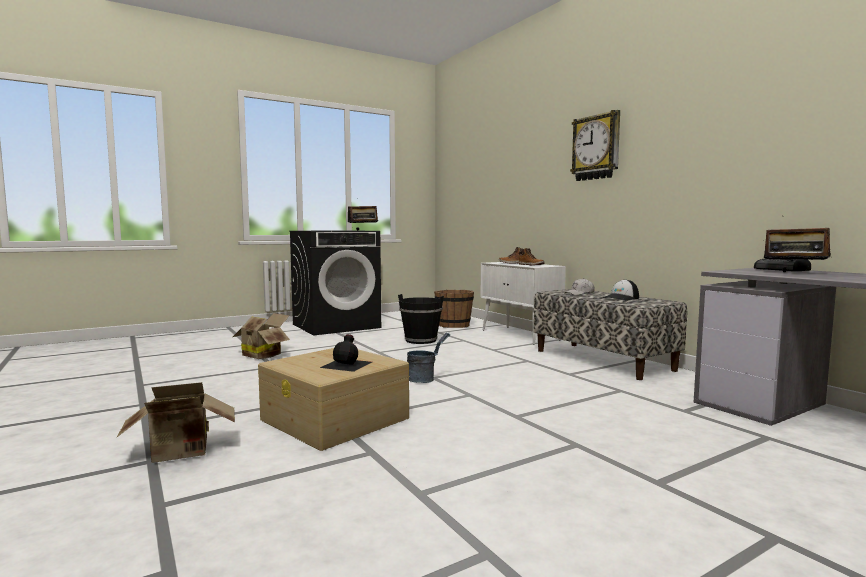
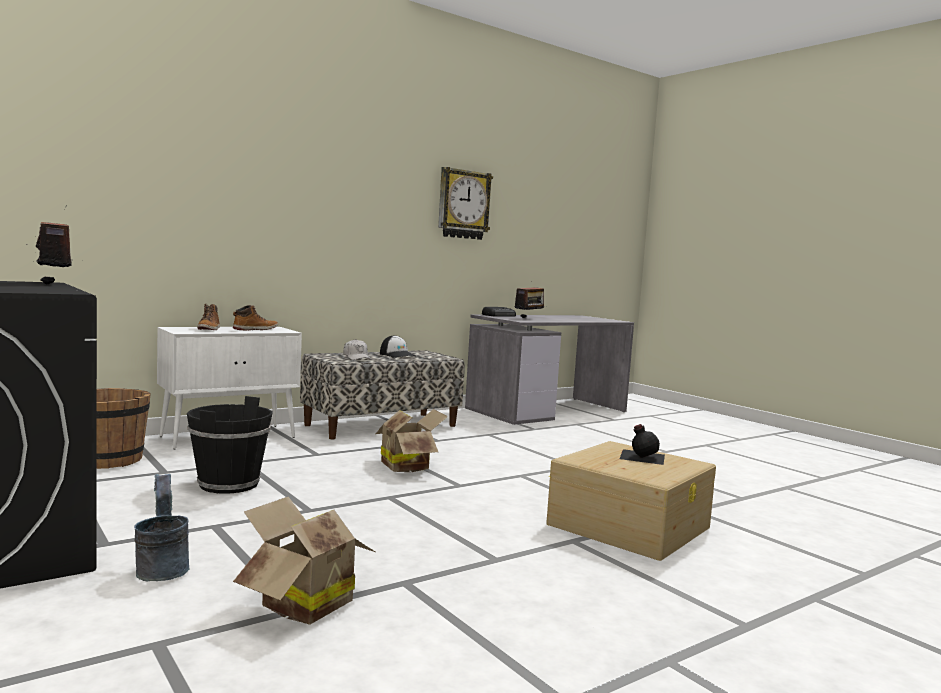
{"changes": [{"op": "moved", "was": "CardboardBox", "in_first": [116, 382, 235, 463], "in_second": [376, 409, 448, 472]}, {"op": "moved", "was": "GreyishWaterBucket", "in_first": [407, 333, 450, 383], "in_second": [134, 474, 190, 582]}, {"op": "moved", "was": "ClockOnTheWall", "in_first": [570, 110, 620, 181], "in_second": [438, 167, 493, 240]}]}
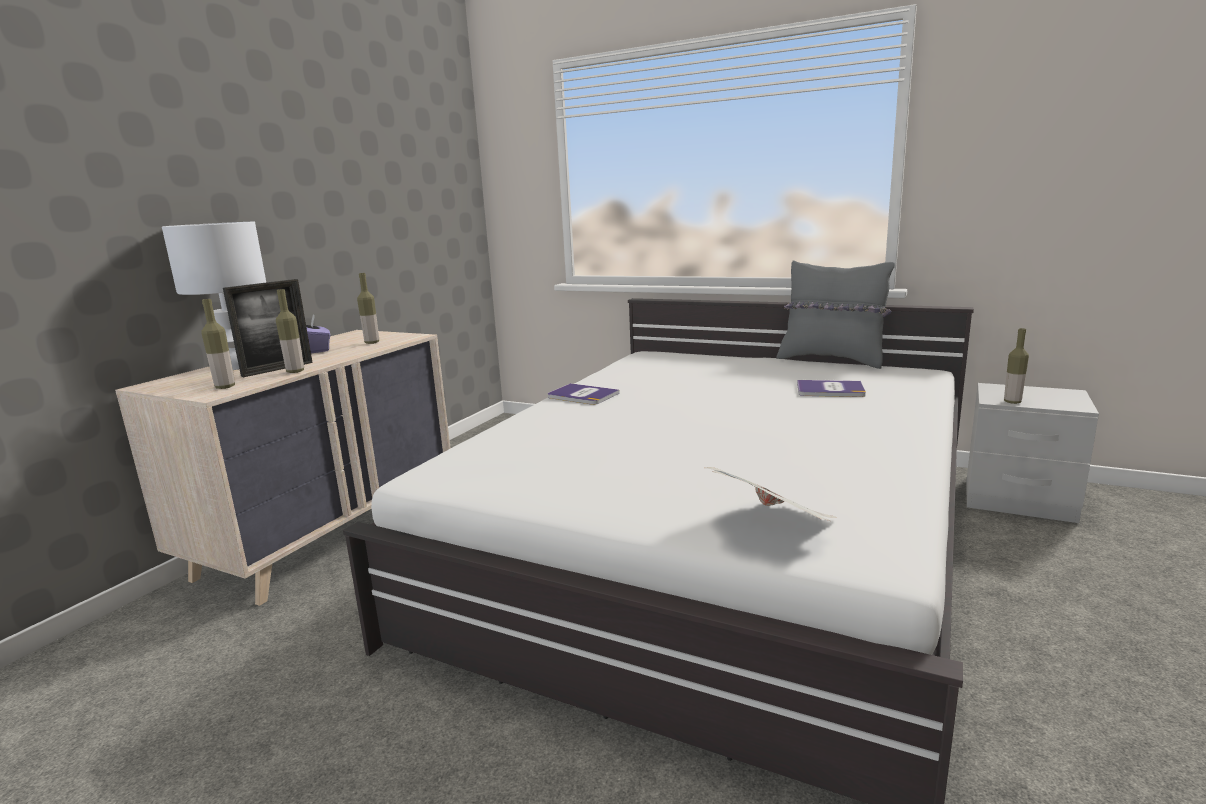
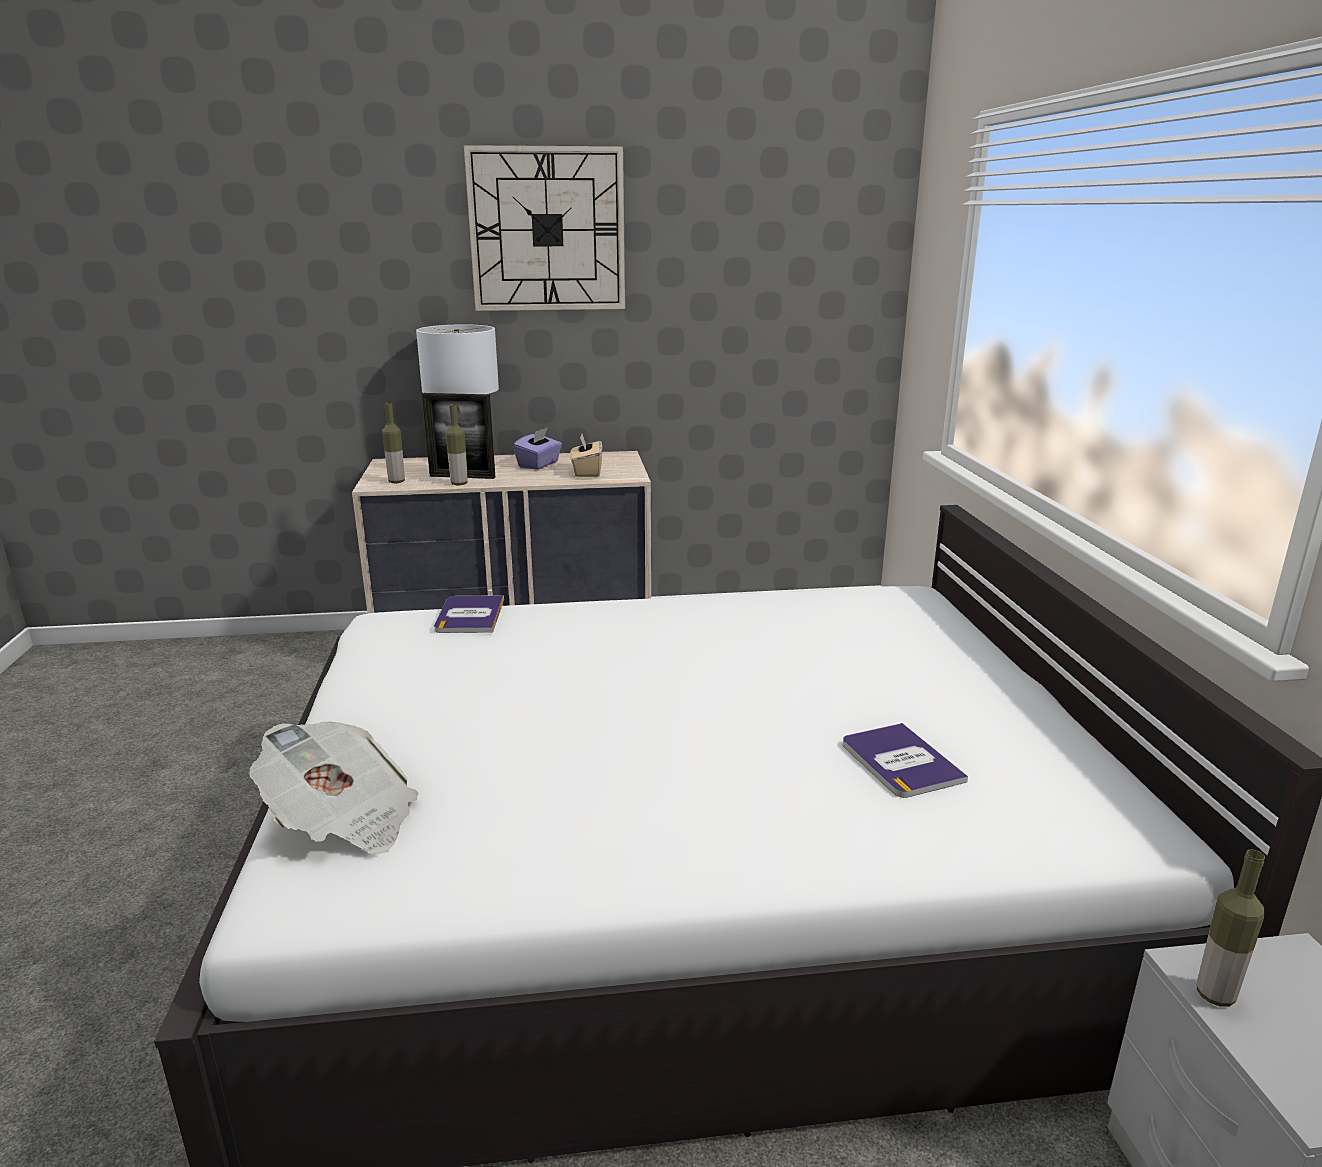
{"changes": [{"op": "removed", "was": "GreyishThrowPillow", "in_first": [777, 260, 895, 369]}, {"op": "added", "now": "ClockOnTheWall", "in_second": [464, 145, 625, 311]}, {"op": "moved", "was": "Volume", "in_first": [548, 383, 620, 405], "in_second": [434, 595, 504, 633]}, {"op": "replaced", "was": "DrinkBottle", "now": "BeigeBoxOfTissues", "in_first": [357, 273, 379, 344], "in_second": [570, 434, 602, 477]}]}
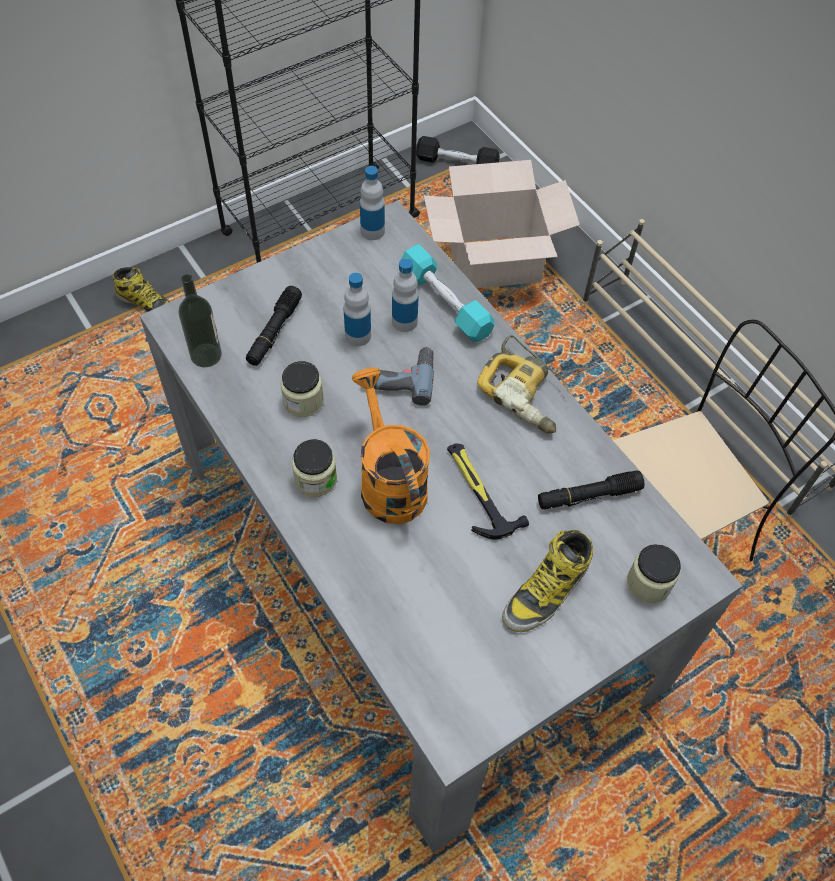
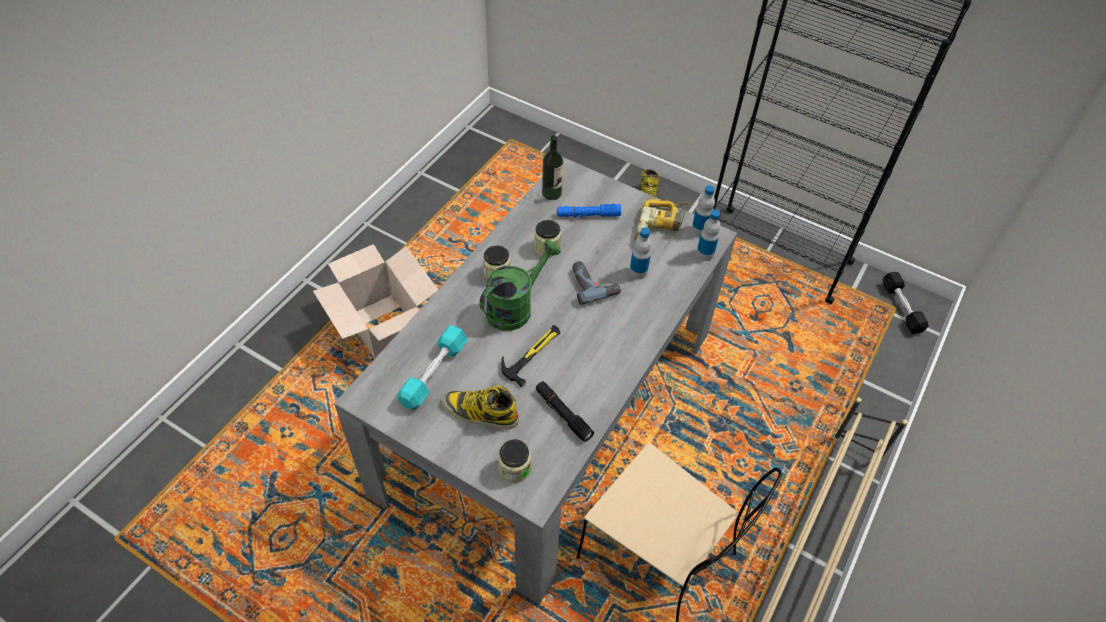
{"changes": [{"op": "moved", "was": "DrinkBottle", "in_first": [343, 273, 371, 346], "in_second": [696, 210, 721, 261]}, {"op": "moved", "was": "BlueGreenFreeWeight", "in_first": [402, 244, 495, 342], "in_second": [397, 325, 468, 410]}, {"op": "moved", "was": "CardboardBox", "in_first": [424, 160, 580, 288], "in_second": [313, 244, 438, 359]}, {"op": "moved", "was": "ElectricDrill", "in_first": [477, 335, 571, 434], "in_second": [635, 199, 690, 241]}, {"op": "recoloured", "was": "BlackFlashlight", "now": "BlueFlashlight", "in_first": [246, 286, 302, 366], "in_second": [557, 204, 621, 218]}, {"op": "recoloured", "was": "OrangeColouredWateringPot", "now": "GreenishWateringPot", "in_first": [352, 367, 430, 524], "in_second": [479, 240, 561, 331]}]}
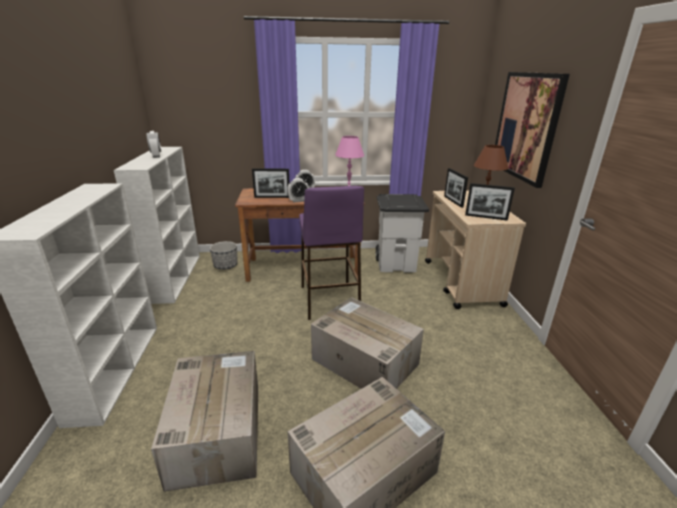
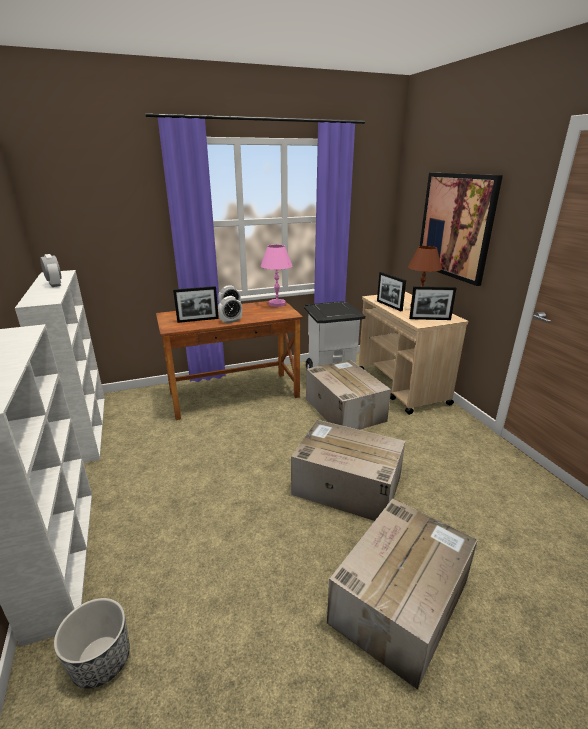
{"changes": [{"op": "removed", "was": "PurplishStool", "in_first": [299, 186, 364, 320]}, {"op": "moved", "was": "CardboardBox", "in_first": [151, 351, 258, 492], "in_second": [306, 360, 391, 430]}, {"op": "moved", "was": "PlantPot", "in_first": [210, 241, 238, 270], "in_second": [54, 598, 130, 689]}]}
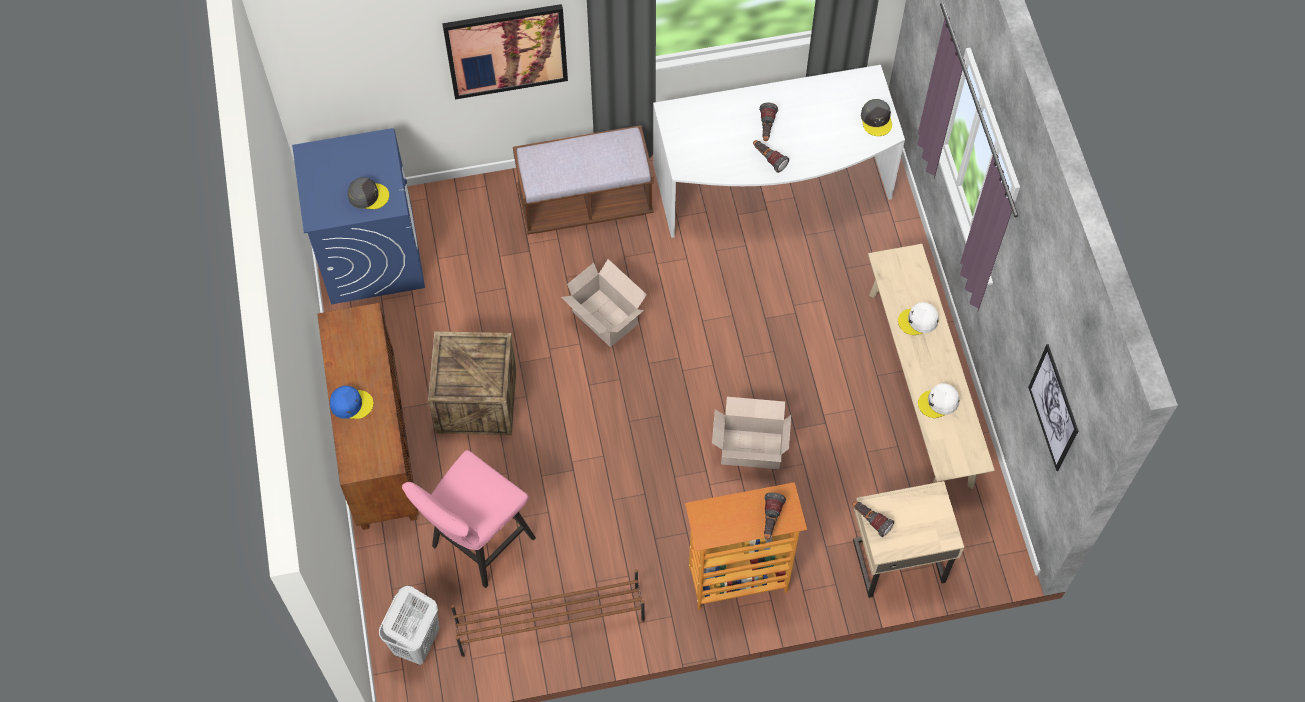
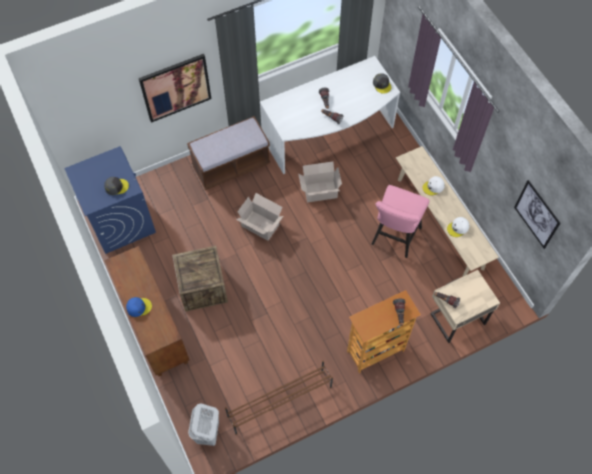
{"changes": [{"op": "moved", "was": "PinkishStool", "in_first": [402, 450, 536, 588], "in_second": [371, 185, 430, 258]}, {"op": "moved", "was": "CardboardBox", "in_first": [712, 397, 791, 469], "in_second": [298, 161, 342, 203]}]}
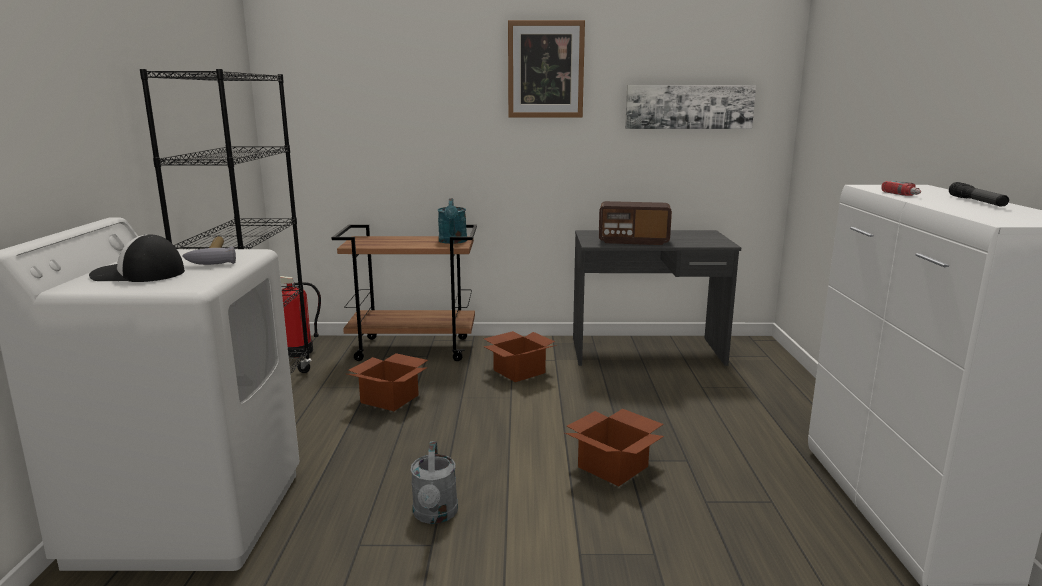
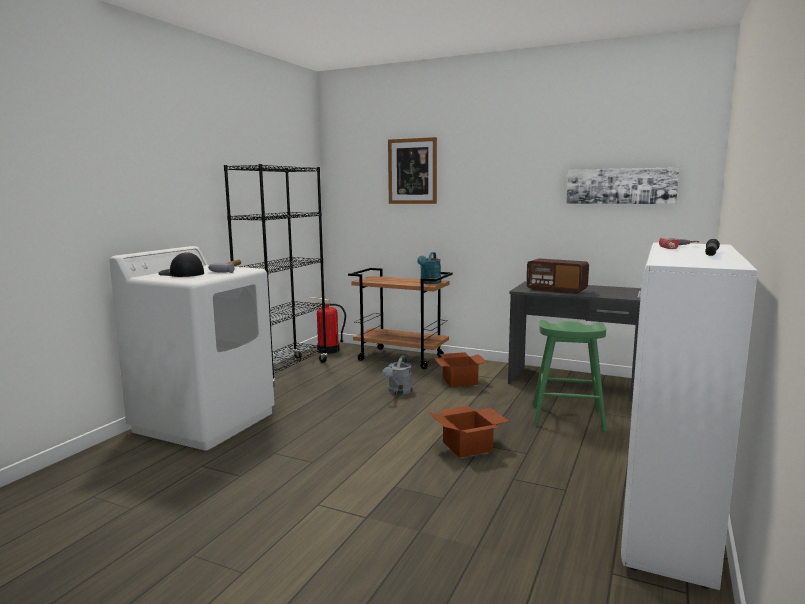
{"changes": [{"op": "removed", "was": "CardboardBox", "in_first": [347, 353, 428, 411]}, {"op": "added", "now": "GreenishStool", "in_second": [533, 320, 607, 431]}, {"op": "moved", "was": "GreyishWateringPot", "in_first": [410, 441, 458, 524], "in_second": [382, 355, 412, 395]}, {"op": "moved", "was": "WallArt", "in_first": [508, 20, 585, 117], "in_second": [388, 137, 437, 204]}]}
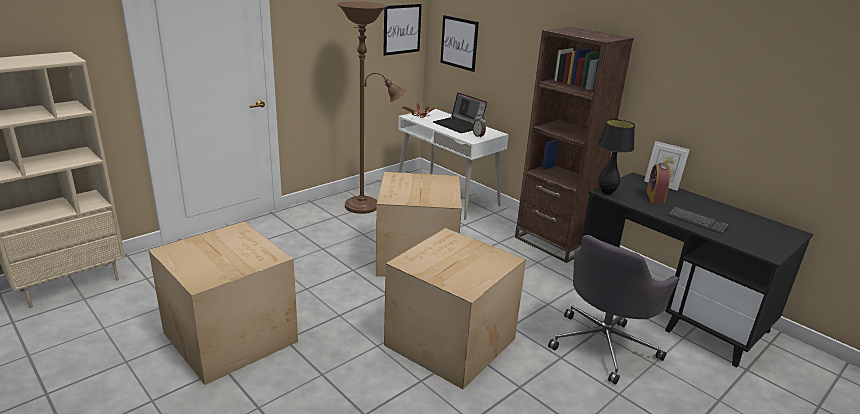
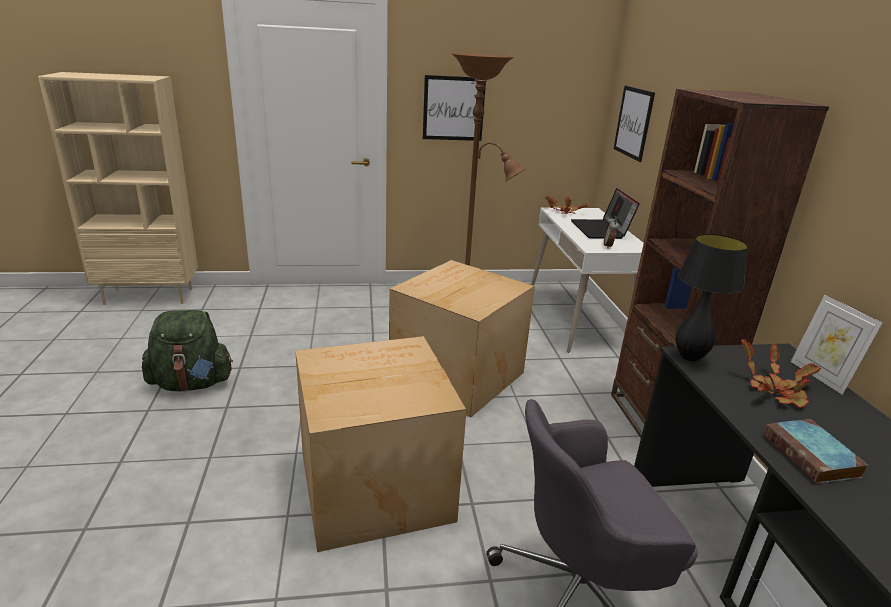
{"changes": [{"op": "moved", "was": "WallArt", "in_first": [383, 4, 422, 56], "in_second": [423, 75, 486, 141]}, {"op": "replaced", "was": "CardboardBox", "now": "GreenishRucksack", "in_first": [149, 221, 298, 385], "in_second": [142, 310, 233, 391]}, {"op": "replaced", "was": "BedsideClock", "now": "PlantInAPot", "in_first": [647, 163, 671, 204], "in_second": [741, 339, 821, 408]}, {"op": "replaced", "was": "PcKeyboard", "now": "Volume", "in_first": [667, 206, 730, 234], "in_second": [763, 419, 868, 484]}]}
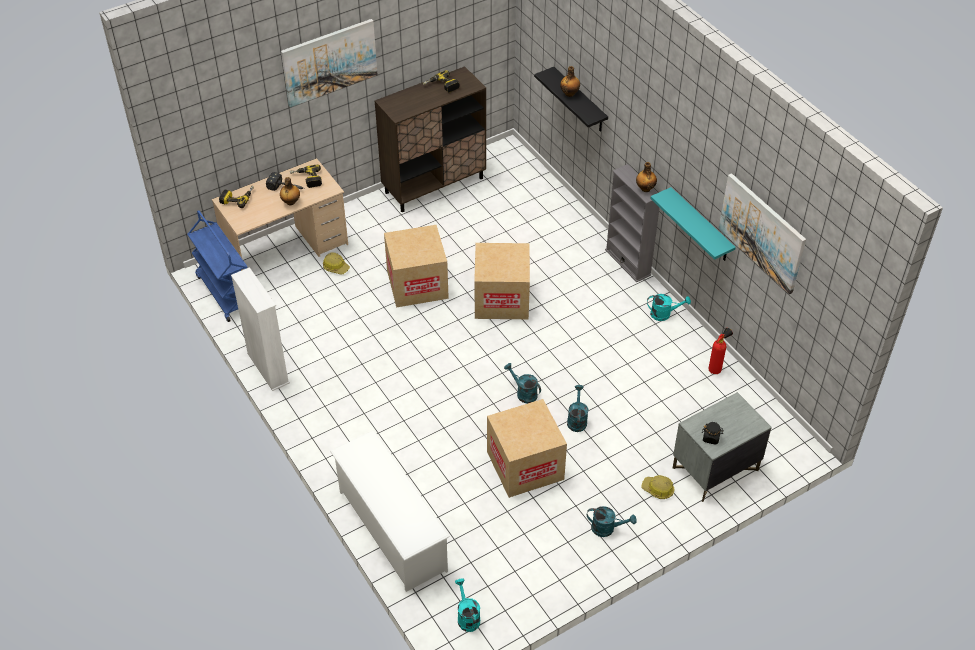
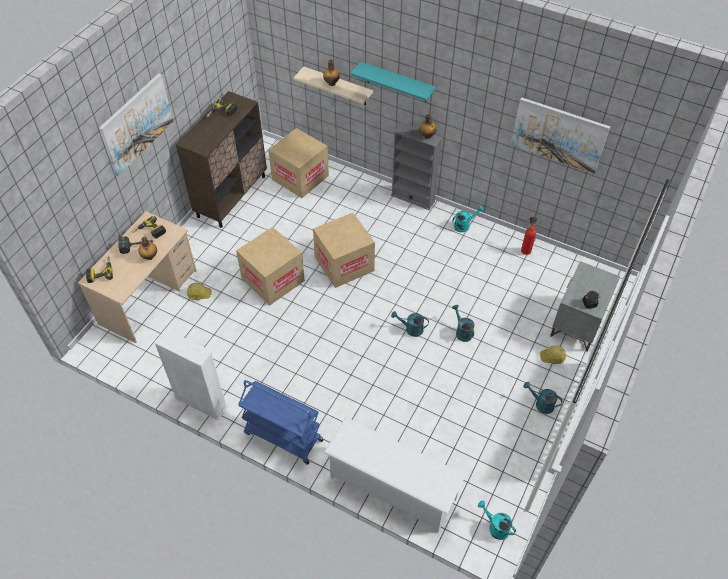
{"changes": [{"op": "moved", "was": "BlueCart", "in_first": [187, 210, 247, 322], "in_second": [238, 380, 323, 465]}, {"op": "moved", "was": "CardboardBox", "in_first": [487, 399, 567, 498], "in_second": [268, 128, 329, 198]}, {"op": "moved", "was": "BlueGreenWallShelf", "in_first": [650, 187, 736, 261], "in_second": [351, 62, 436, 102]}, {"op": "recoloured", "was": "BlackWallShelf", "now": "BeigeWallShelf", "in_first": [534, 67, 608, 132], "in_second": [294, 67, 373, 105]}, {"op": "turned", "was": "BlueGreenWateringPot", "in_first": [587, 506, 637, 537], "in_second": [523, 382, 562, 414], "clockwise": -135}]}
